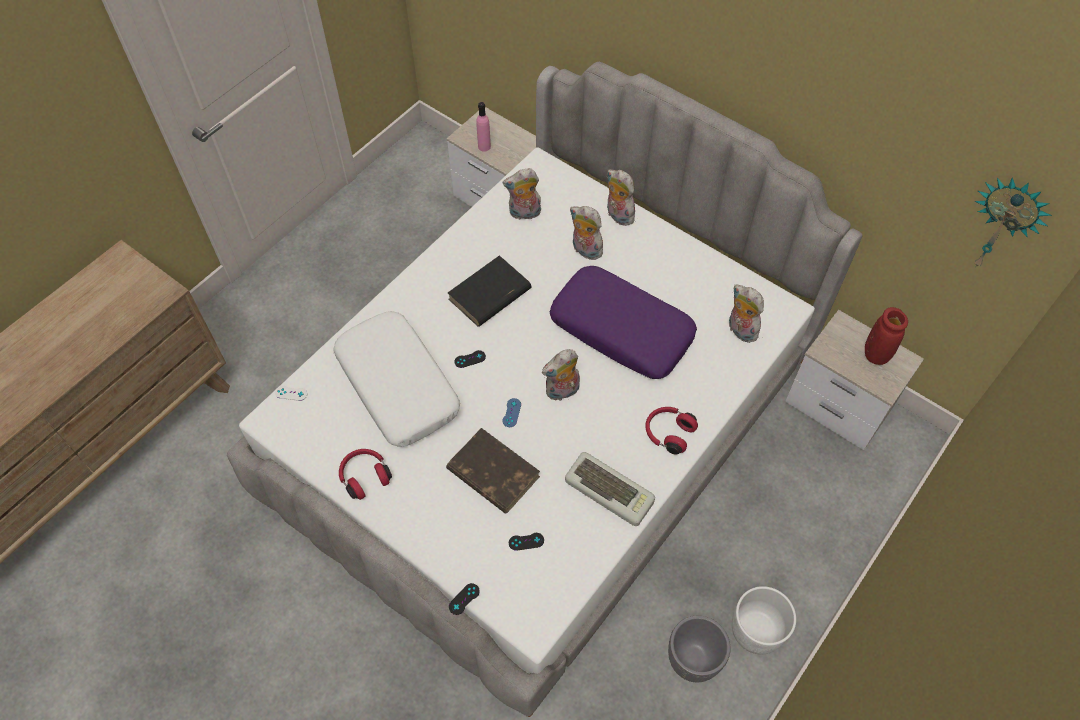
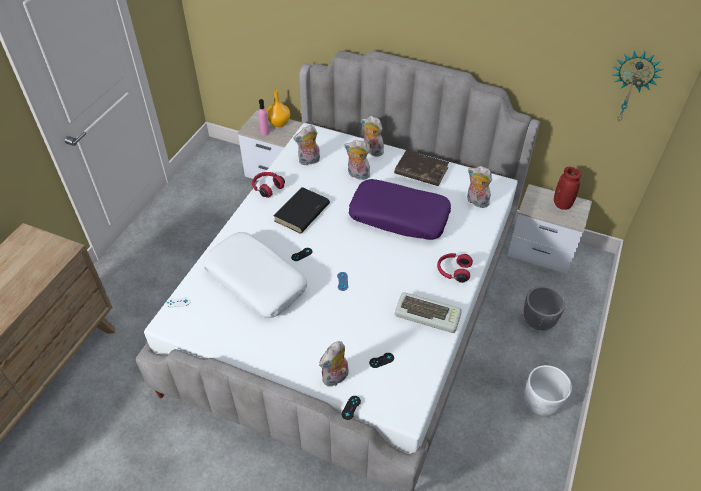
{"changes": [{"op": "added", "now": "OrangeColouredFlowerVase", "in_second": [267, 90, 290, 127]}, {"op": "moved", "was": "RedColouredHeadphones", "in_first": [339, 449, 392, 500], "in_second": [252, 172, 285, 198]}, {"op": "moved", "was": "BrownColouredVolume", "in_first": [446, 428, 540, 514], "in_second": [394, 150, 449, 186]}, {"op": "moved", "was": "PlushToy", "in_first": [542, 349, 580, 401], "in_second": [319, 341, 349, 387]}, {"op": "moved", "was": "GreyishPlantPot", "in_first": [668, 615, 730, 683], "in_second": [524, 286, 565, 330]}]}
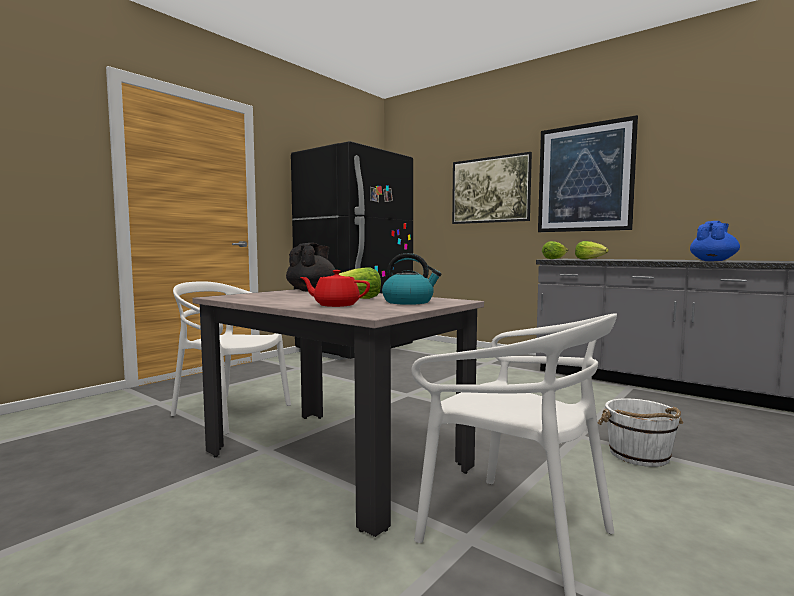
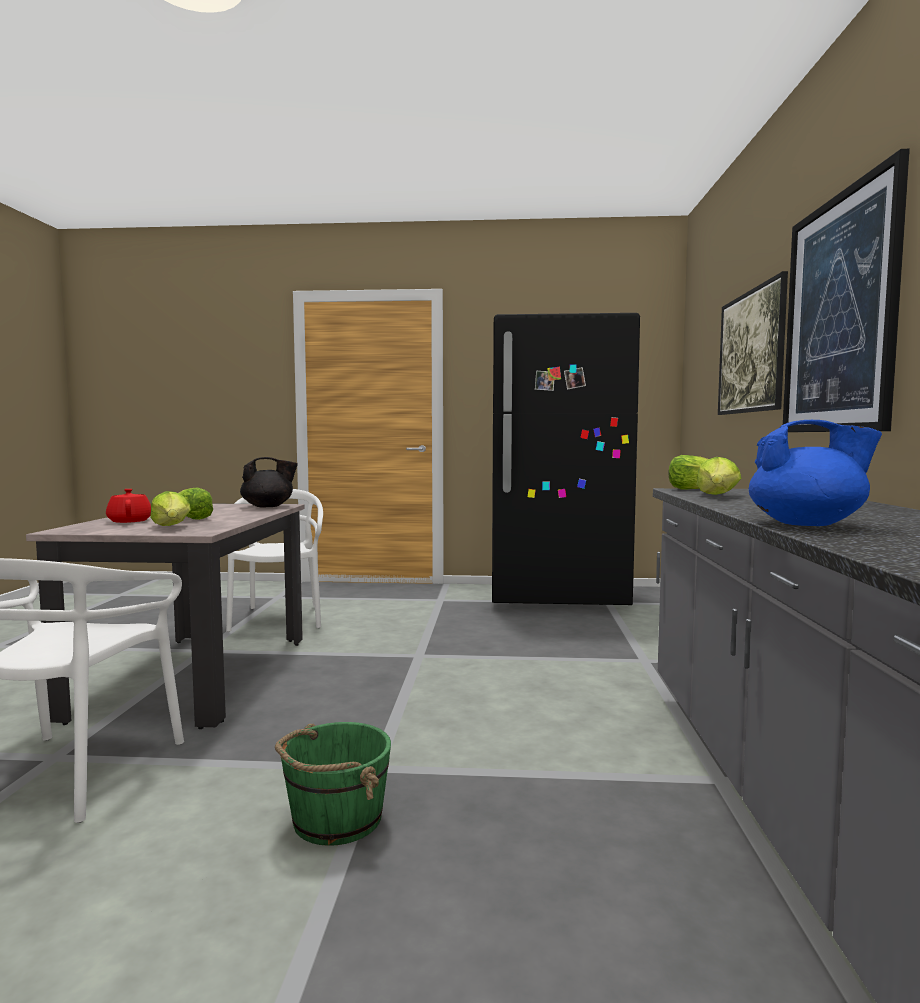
{"changes": [{"op": "replaced", "was": "WaterKettle", "now": "LettuceHead", "in_first": [382, 253, 441, 305], "in_second": [150, 491, 191, 526]}, {"op": "recoloured", "was": "WhiteWaterBucket", "now": "GreenishWaterBucket", "in_first": [598, 398, 683, 467], "in_second": [275, 722, 391, 846]}]}
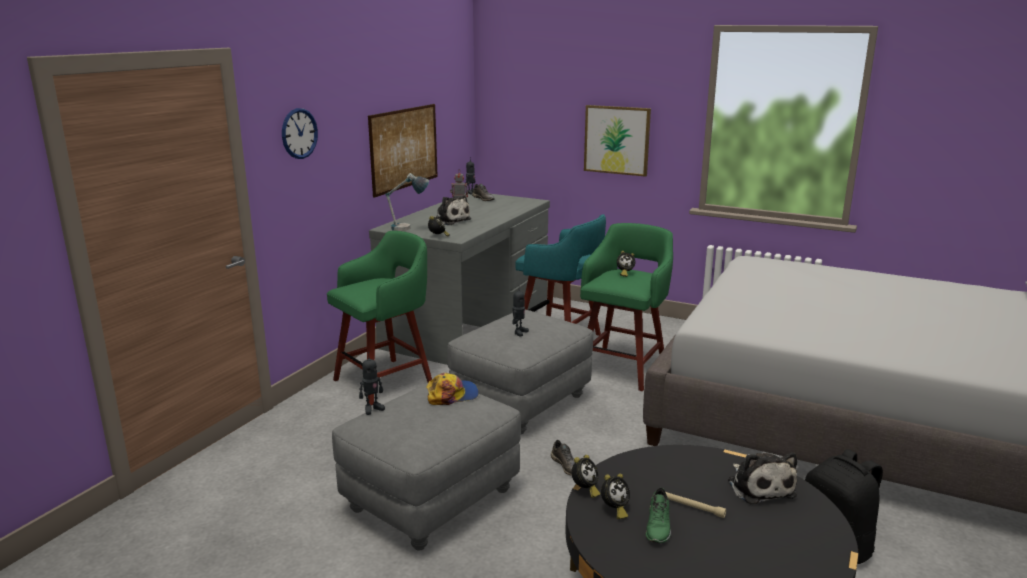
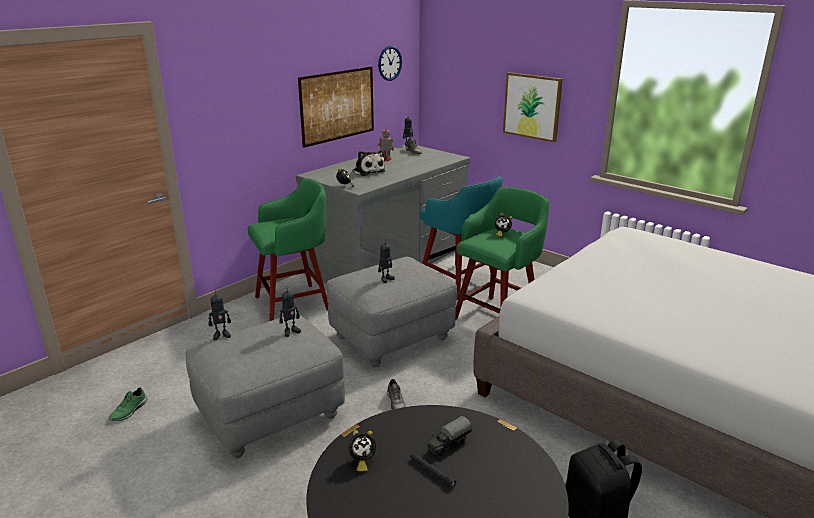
{"changes": [{"op": "removed", "was": "TableLamp", "in_first": [385, 173, 429, 231]}, {"op": "removed", "was": "BedsideClock", "in_first": [571, 455, 600, 498]}, {"op": "removed", "was": "PlushToy", "in_first": [728, 452, 797, 504]}, {"op": "added", "now": "ModelTruck", "in_second": [427, 416, 472, 456]}, {"op": "moved", "was": "ClockOnTheWall", "in_first": [282, 108, 318, 159], "in_second": [378, 46, 402, 81]}, {"op": "moved", "was": "GreenishItemOfFootwear", "in_first": [646, 488, 671, 543], "in_second": [109, 387, 147, 421]}, {"op": "replaced", "was": "BaseballCap", "now": "RobotFigure", "in_first": [426, 373, 479, 405], "in_second": [280, 290, 301, 337]}, {"op": "recoloured", "was": "BeigeFlashlight", "now": "BlackFlashlight", "in_first": [665, 492, 726, 518], "in_second": [410, 453, 456, 488]}]}
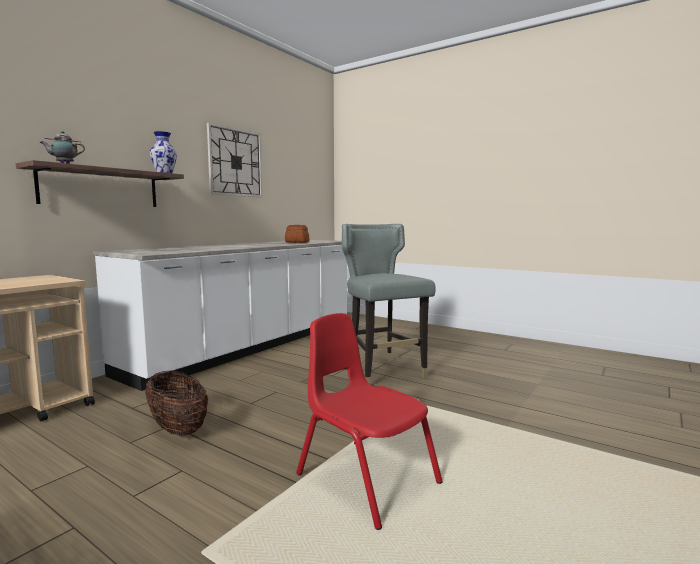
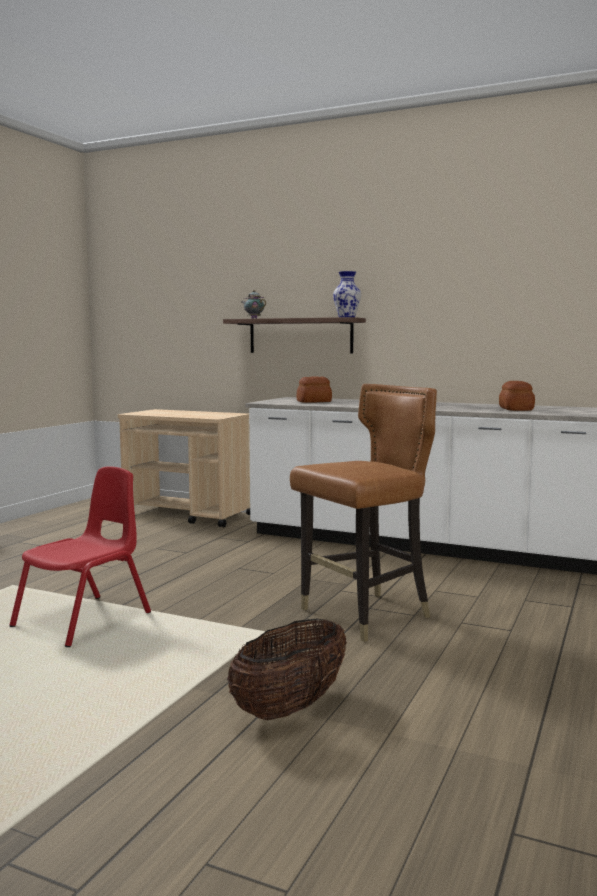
{"changes": [{"op": "removed", "was": "ClockOnTheWall", "in_first": [207, 122, 263, 197]}, {"op": "added", "now": "BakedBread", "in_second": [296, 376, 332, 403]}, {"op": "moved", "was": "StorageBasket", "in_first": [145, 371, 208, 437], "in_second": [227, 618, 347, 720]}, {"op": "recoloured", "was": "GreyishPlainChair", "now": "BrownColouredPlainChair", "in_first": [342, 224, 436, 384], "in_second": [290, 384, 437, 642]}]}
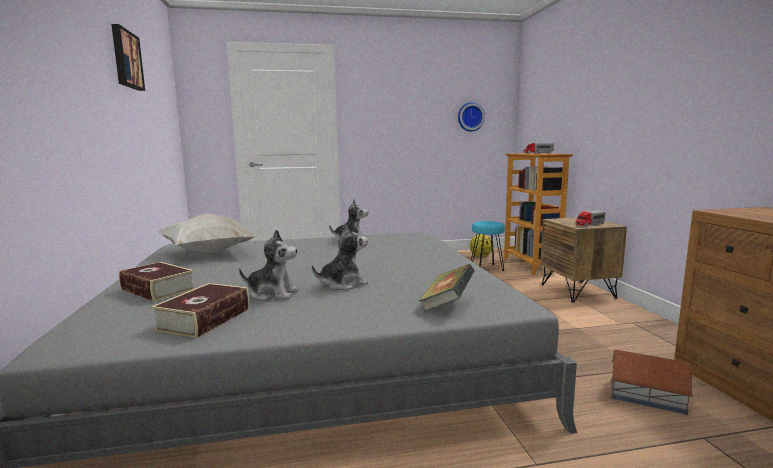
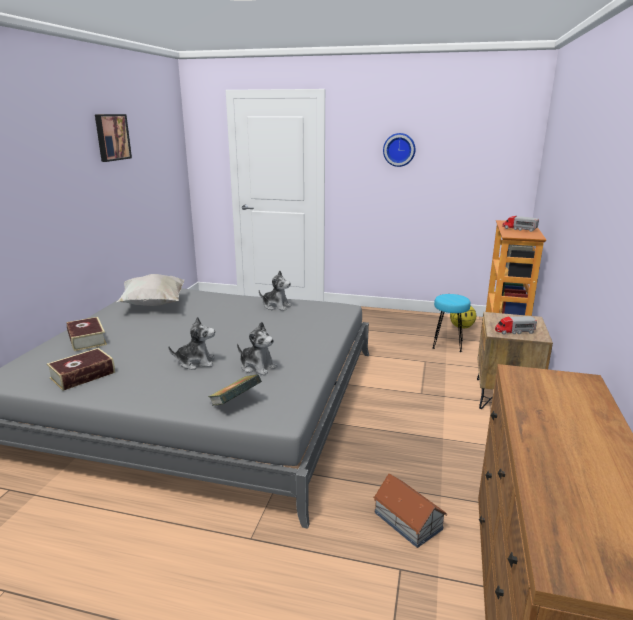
{"changes": [{"op": "moved", "was": "PlushToy", "in_first": [239, 230, 299, 301], "in_second": [237, 322, 278, 376]}, {"op": "moved", "was": "ClockOnTheWall", "in_first": [458, 102, 485, 132], "in_second": [383, 133, 415, 167]}]}
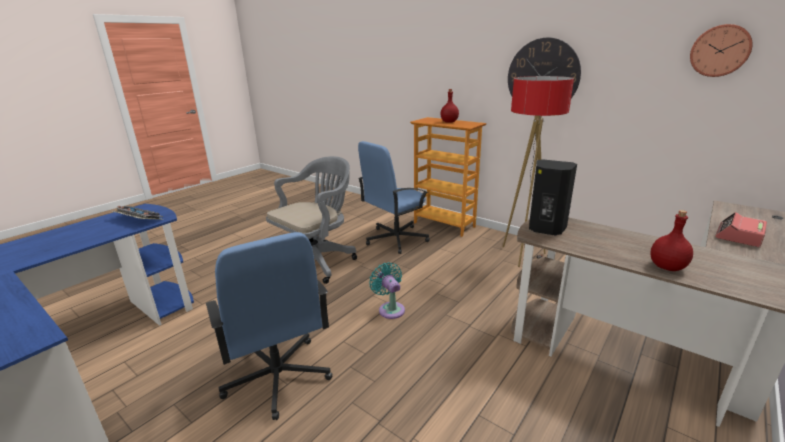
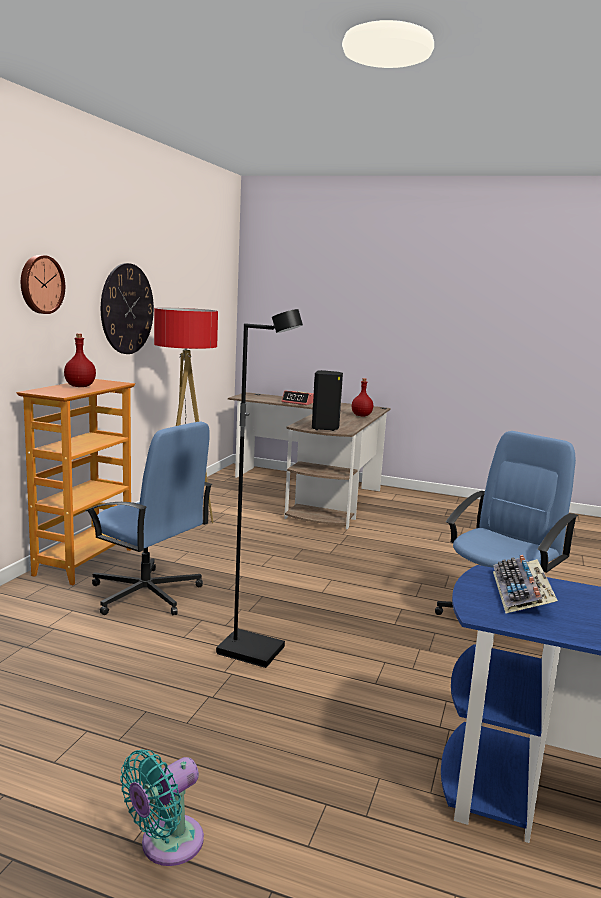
{"changes": [{"op": "moved", "was": "BlueGreenCoolingFan", "in_first": [369, 262, 405, 319], "in_second": [121, 749, 204, 866]}, {"op": "moved", "was": "ClockOnTheWall", "in_first": [690, 24, 753, 77], "in_second": [21, 255, 65, 314]}, {"op": "replaced", "was": "GreyishDeskChair", "now": "BlackStandardLamp", "in_first": [266, 156, 357, 284], "in_second": [216, 309, 303, 668]}]}
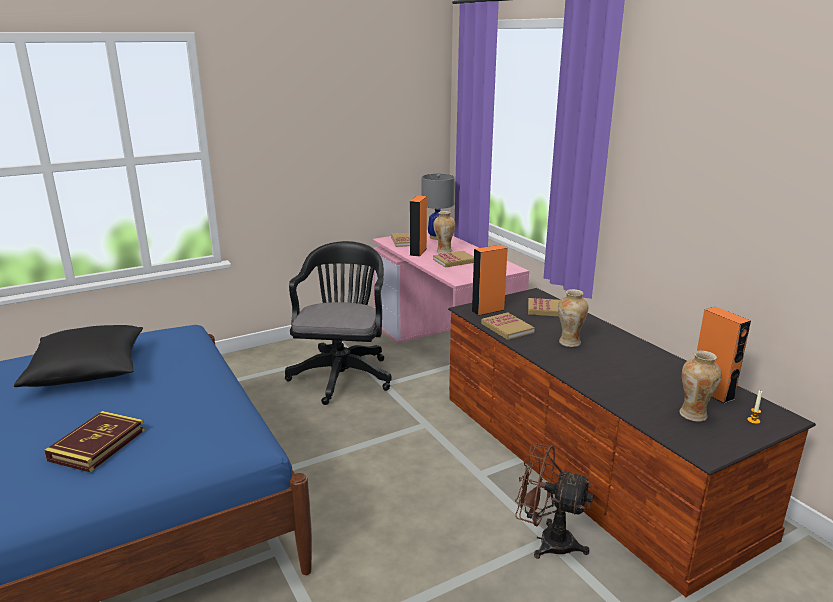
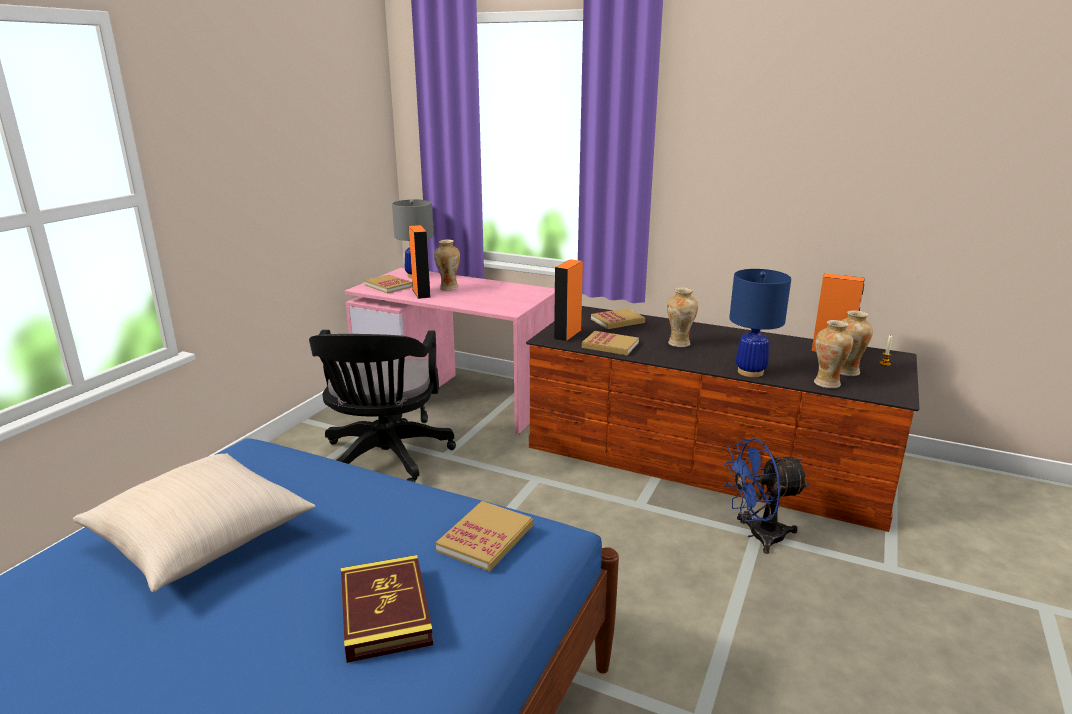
{"changes": [{"op": "added", "now": "BlueTableLamp", "in_second": [729, 269, 791, 377]}, {"op": "added", "now": "FlowerVase", "in_second": [814, 320, 853, 388]}, {"op": "moved", "was": "Volume", "in_first": [433, 251, 474, 268], "in_second": [436, 501, 533, 571]}, {"op": "recoloured", "was": "BlackThrowPillow", "now": "BeigeThrowPillow", "in_first": [14, 325, 143, 387], "in_second": [73, 453, 315, 593]}, {"op": "recoloured", "was": "BrownColouredCoolingFan", "now": "BlueCoolingFan", "in_first": [515, 443, 594, 559], "in_second": [723, 438, 809, 554]}, {"op": "turned", "was": "BlackDeskChair", "in_first": [285, 241, 392, 405], "in_second": [309, 330, 456, 482], "clockwise": -150}]}
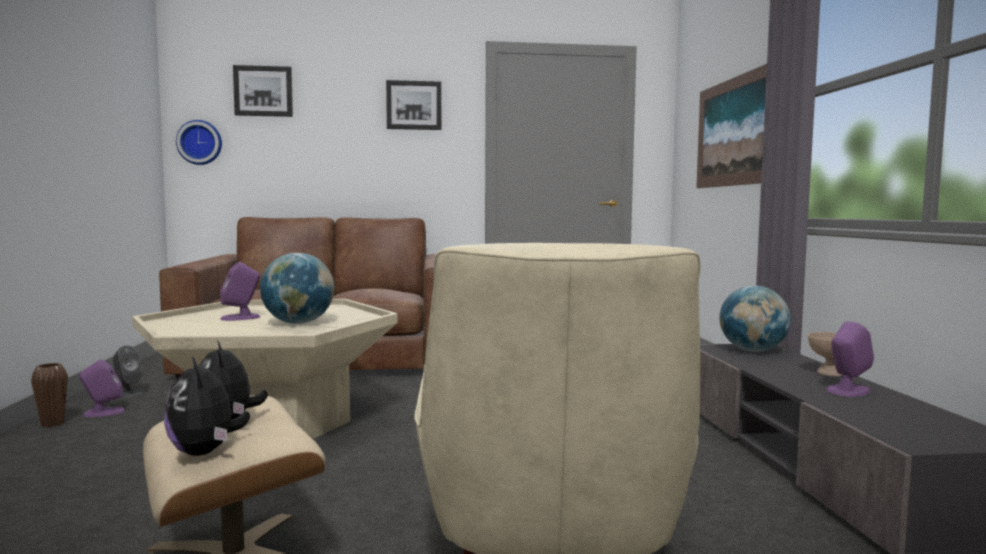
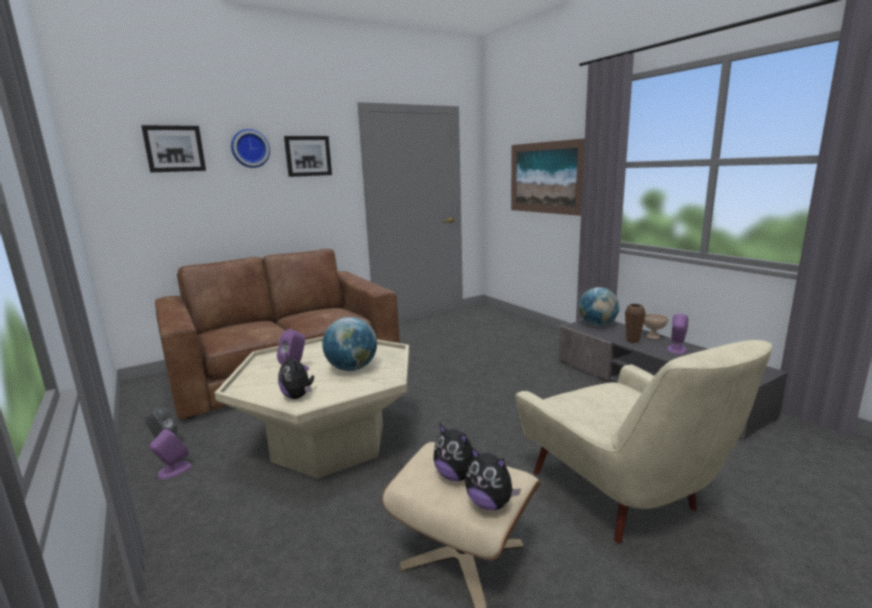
{"changes": [{"op": "added", "now": "PlushToy", "in_second": [278, 353, 314, 399]}, {"op": "moved", "was": "BrownColouredFlowerVase", "in_first": [31, 363, 68, 427], "in_second": [625, 304, 646, 343]}, {"op": "moved", "was": "ClockOnTheWall", "in_first": [176, 120, 222, 165], "in_second": [231, 129, 270, 168]}]}
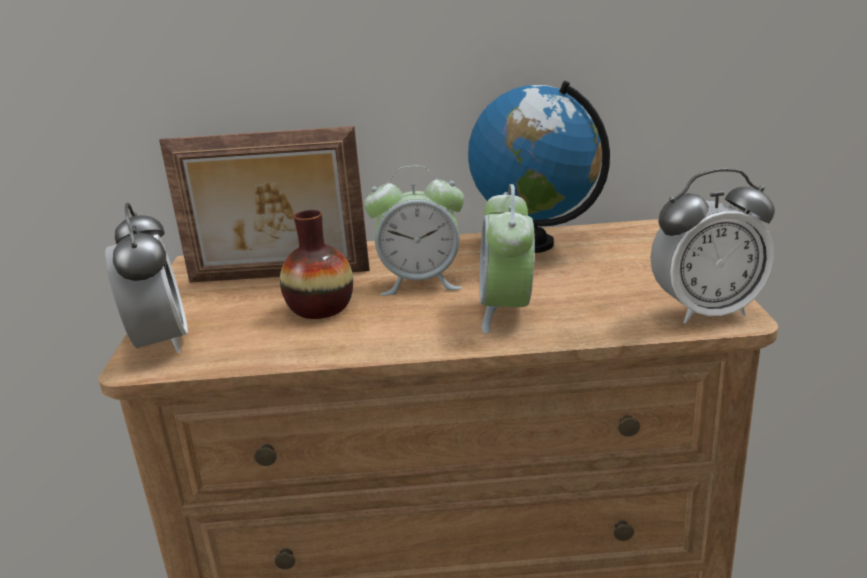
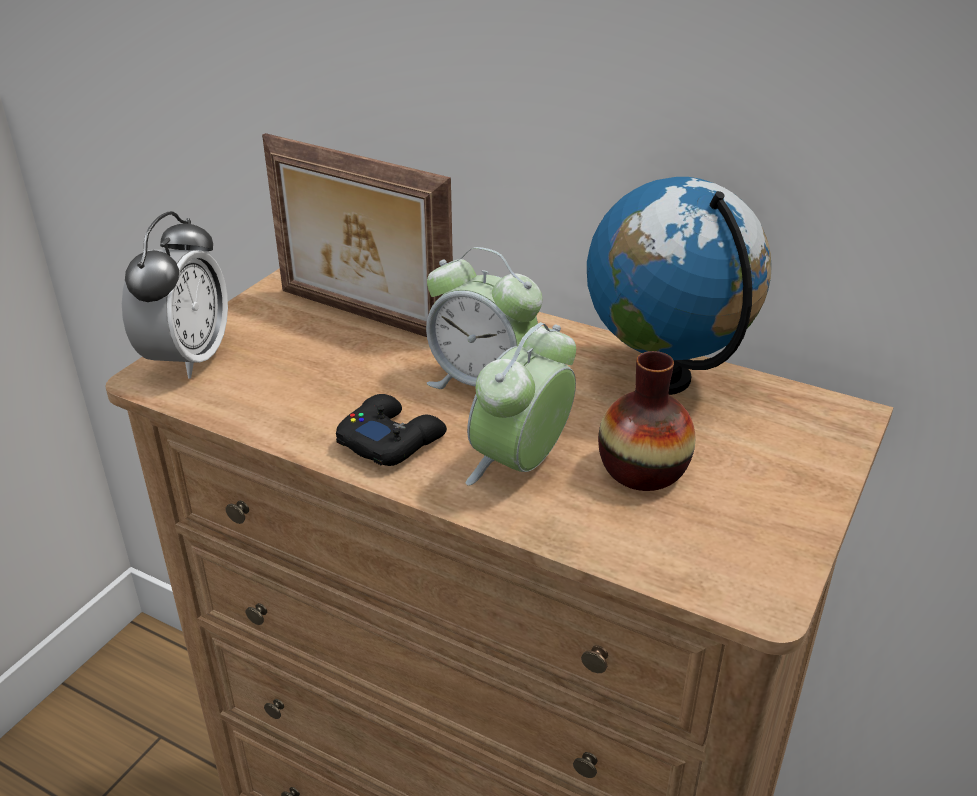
{"changes": [{"op": "removed", "was": "BedsideClock", "in_first": [650, 168, 775, 324]}, {"op": "added", "now": "BlackGameController", "in_second": [336, 394, 447, 466]}, {"op": "moved", "was": "FlowerVase", "in_first": [280, 210, 353, 319], "in_second": [598, 351, 695, 491]}]}
